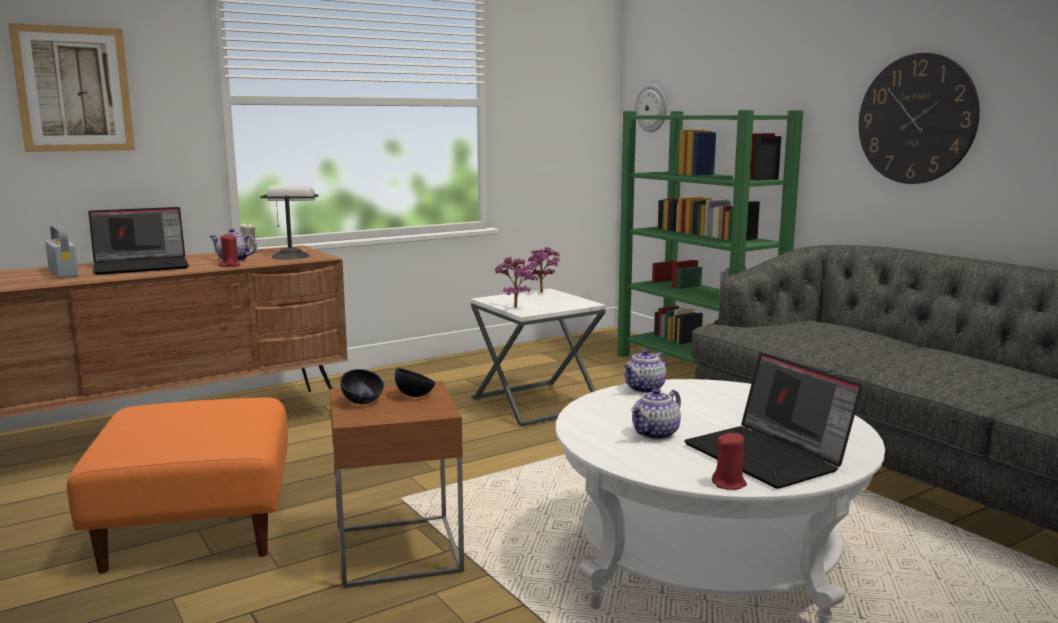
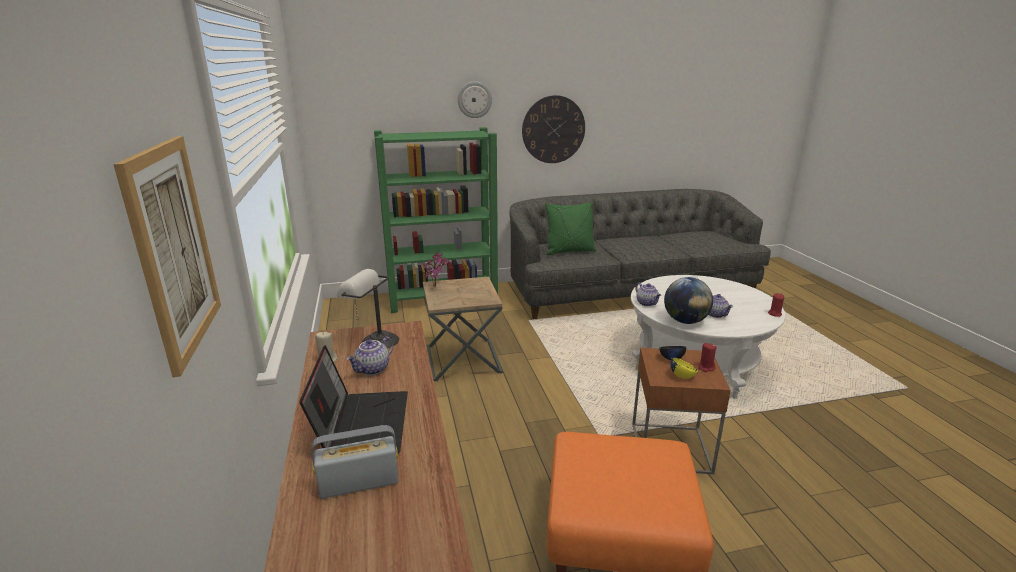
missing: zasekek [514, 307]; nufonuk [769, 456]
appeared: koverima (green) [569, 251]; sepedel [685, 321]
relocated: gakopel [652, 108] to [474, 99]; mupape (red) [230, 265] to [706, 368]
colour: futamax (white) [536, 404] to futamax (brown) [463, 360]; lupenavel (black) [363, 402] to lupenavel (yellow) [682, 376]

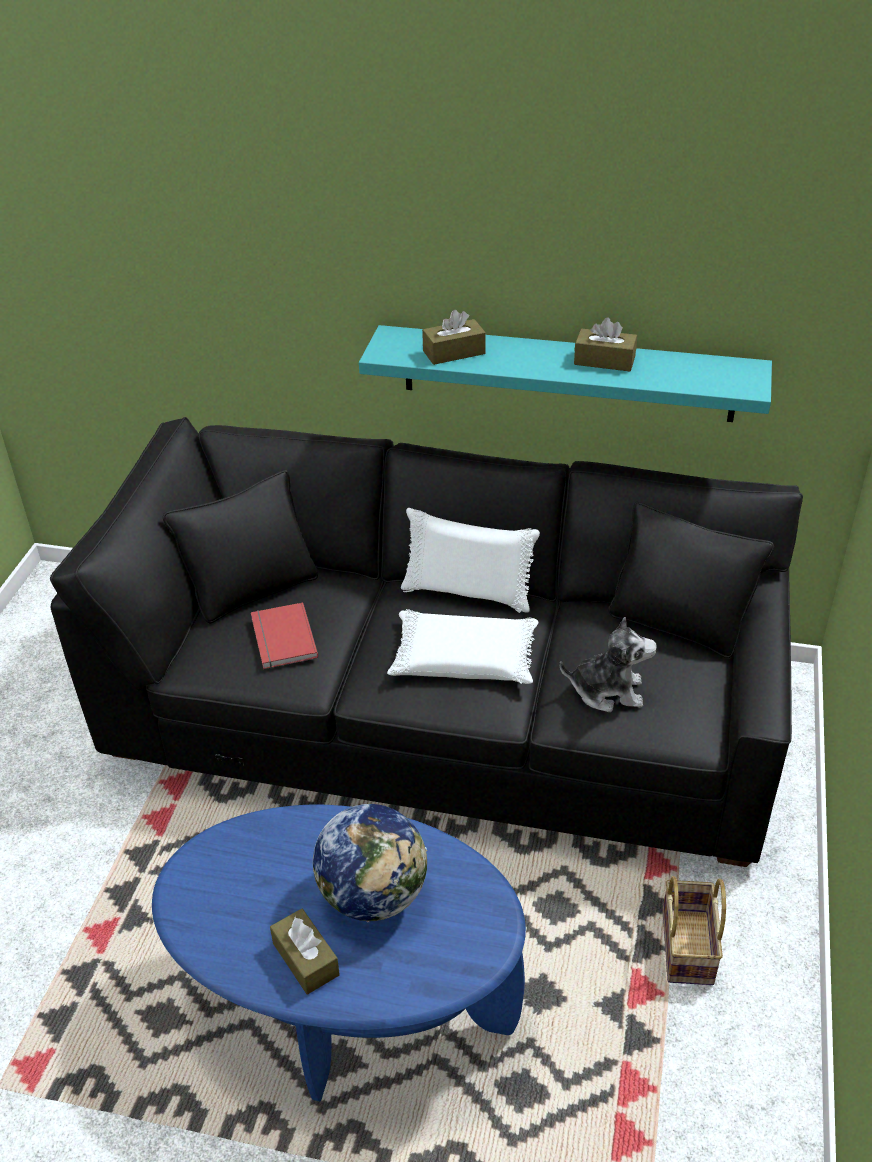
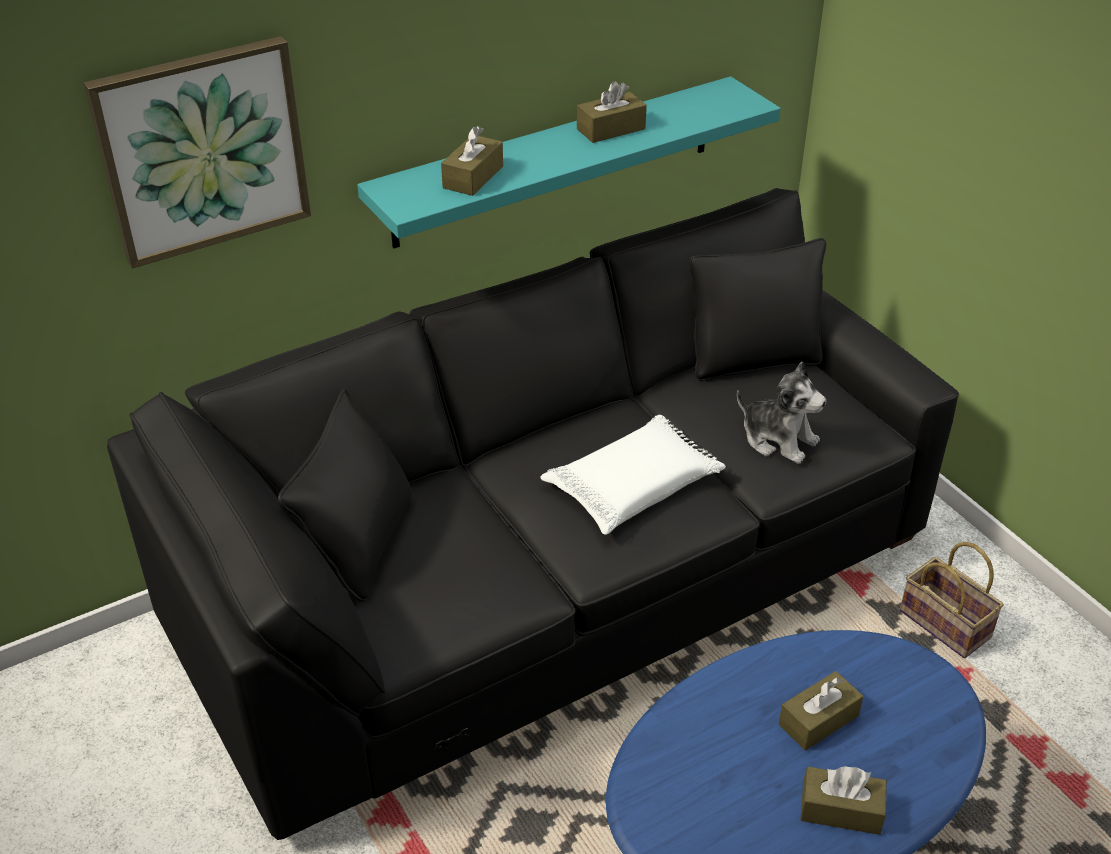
missing: koverima (white) [468, 592]; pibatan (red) [281, 639]
appeared: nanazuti [202, 150]
exchanged: sepedel [374, 895] to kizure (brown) [818, 720]
spun: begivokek [607, 691] = [778, 439] 75 degrees clockwise

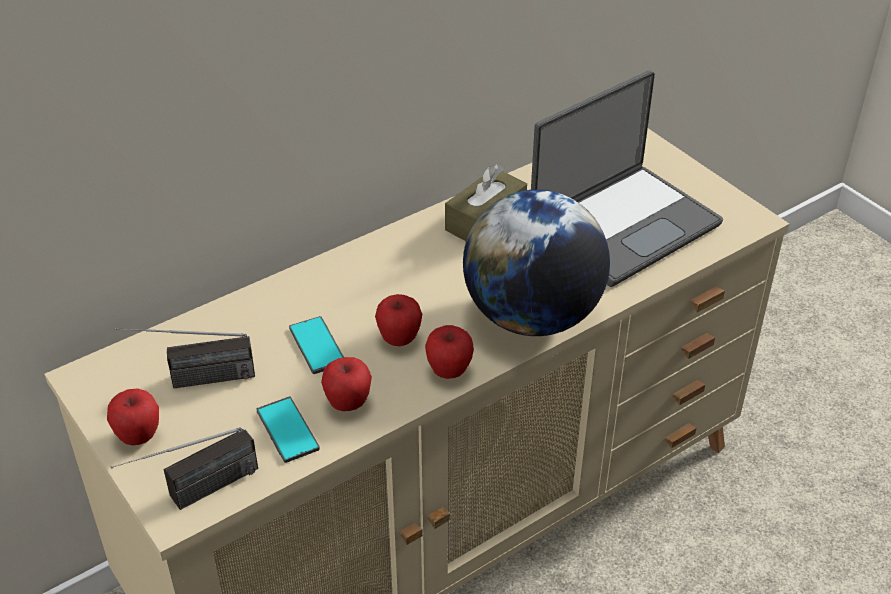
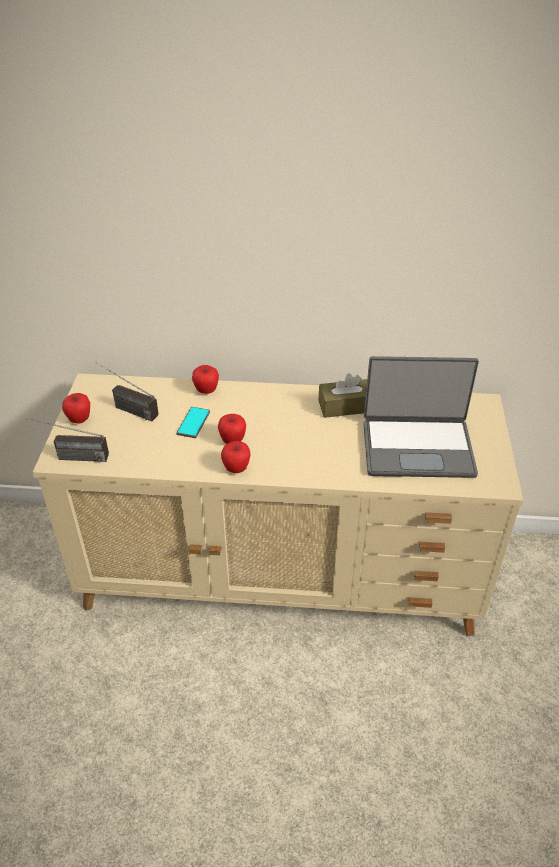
missing: sepedel [533, 316]; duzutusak [287, 430]
relocated: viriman [348, 403] to [206, 391]

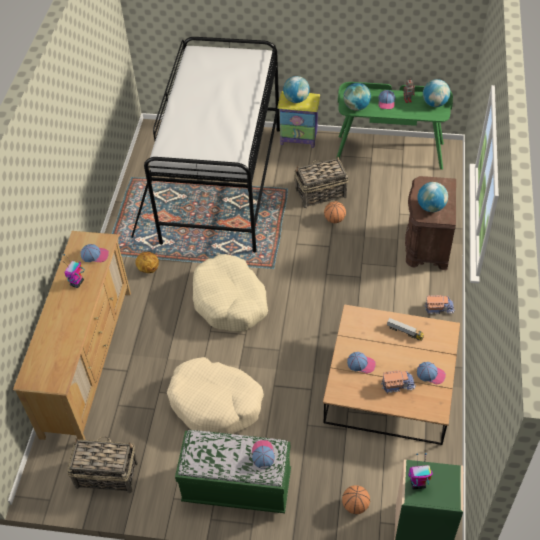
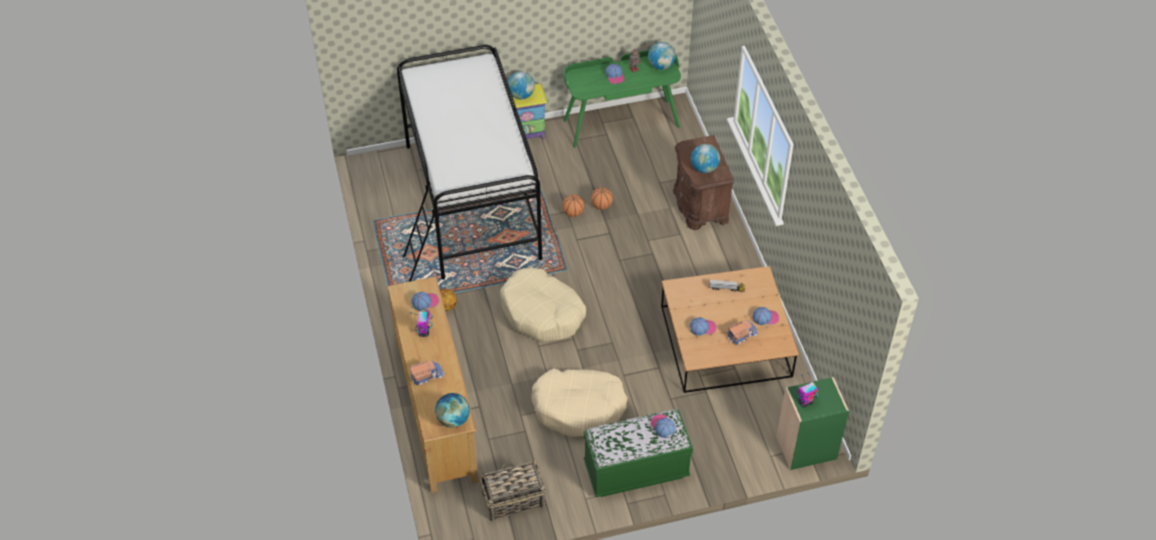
missing: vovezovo [320, 193]
relocated: sepedel [356, 107] to [453, 419]; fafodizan [439, 308] to [427, 375]; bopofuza [355, 505] to [573, 213]

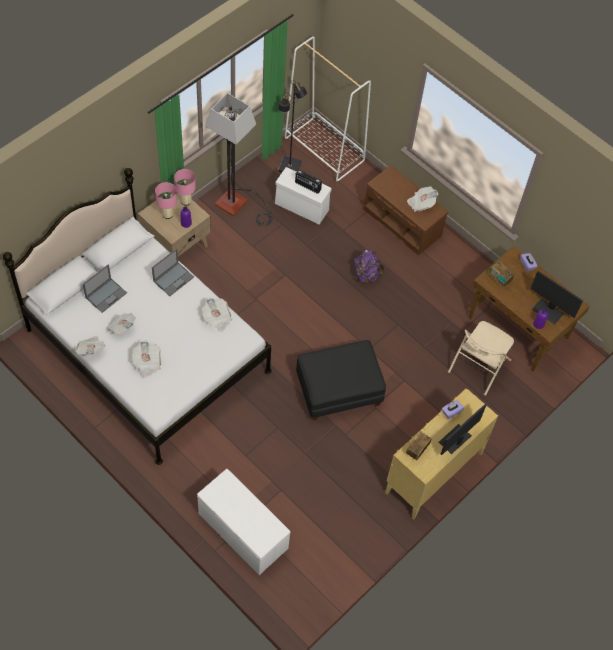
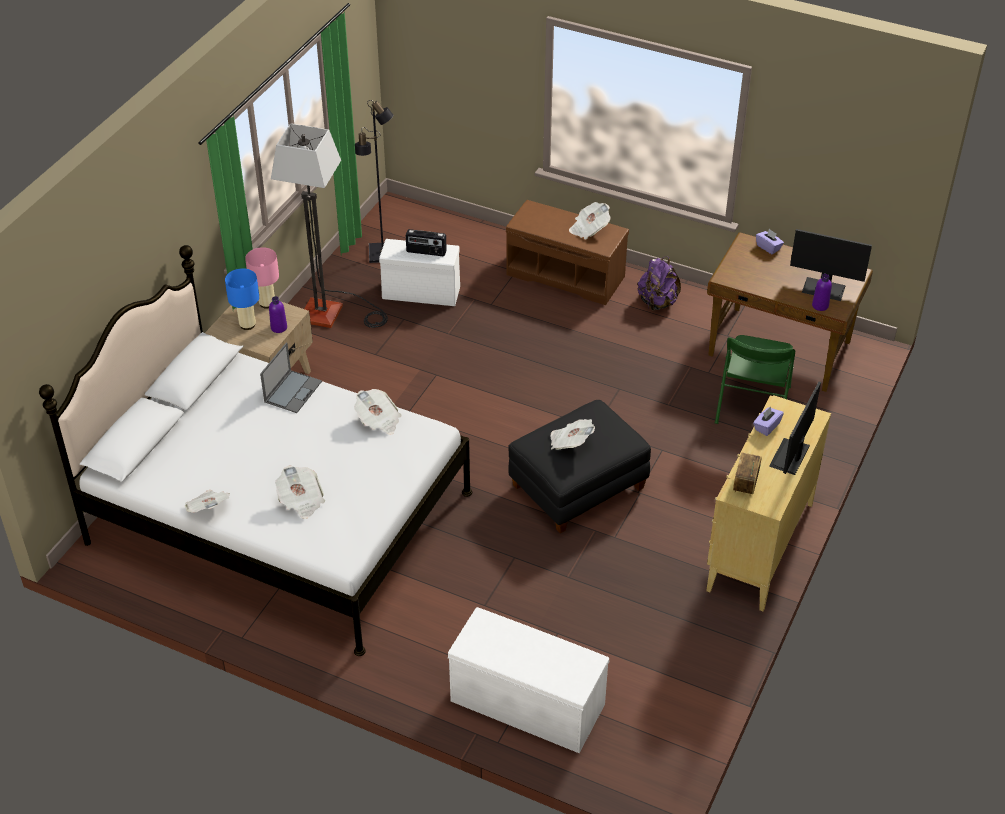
missing: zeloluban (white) [324, 150]; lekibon [499, 278]; nufonuk [106, 295]
relocated: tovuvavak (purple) [366, 275] to [657, 302]; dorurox [121, 326] to [570, 443]
colour: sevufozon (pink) [167, 214] to sevufozon (blue) [247, 325]; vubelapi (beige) [479, 366] to vubelapi (green) [752, 405]

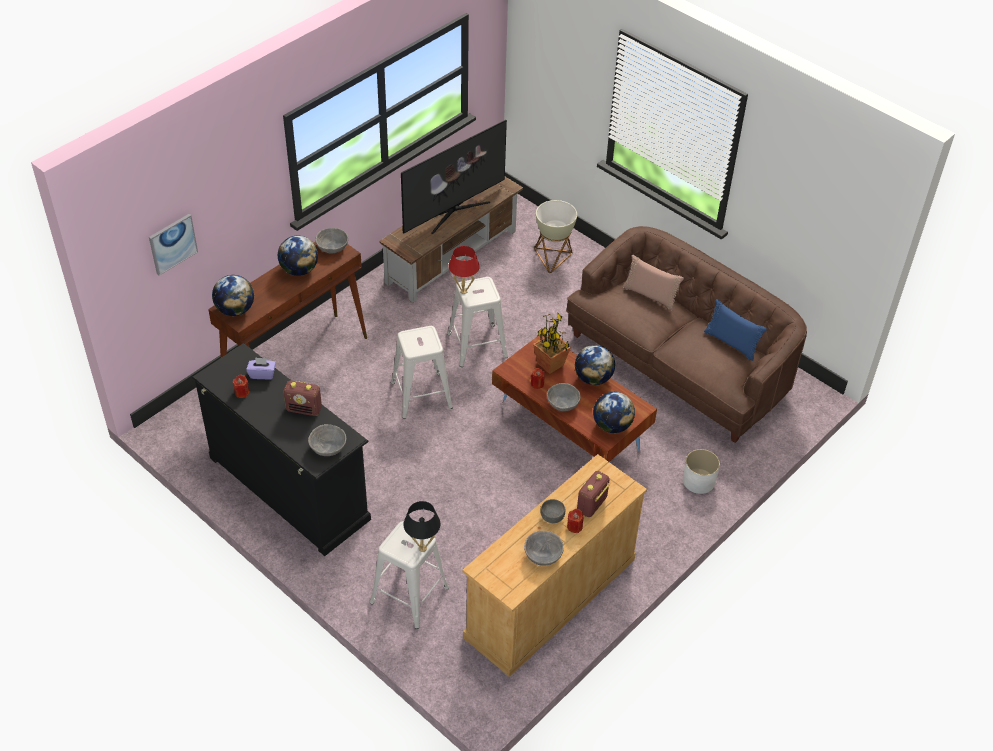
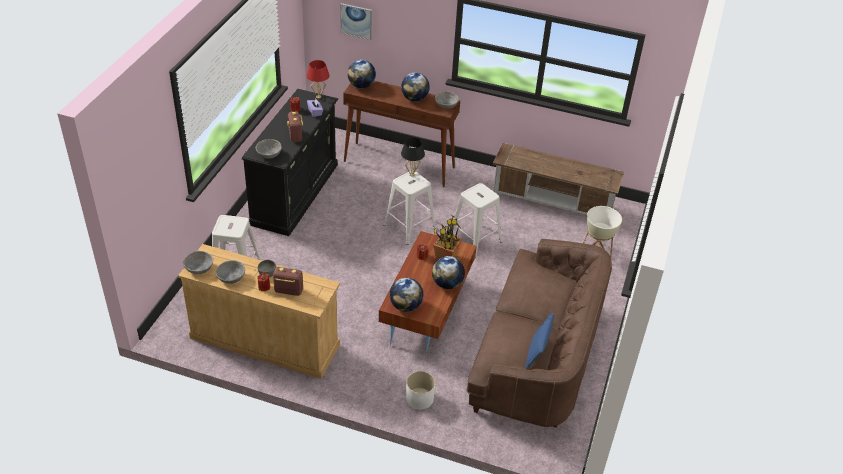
missing: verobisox [453, 211]; koverima (beige) [650, 295]
relocated: sevufozon (red) [463, 291] to [318, 96]; lupenavel (grey) [562, 403] to [199, 268]; sevufozon (black) [422, 548] to [411, 174]

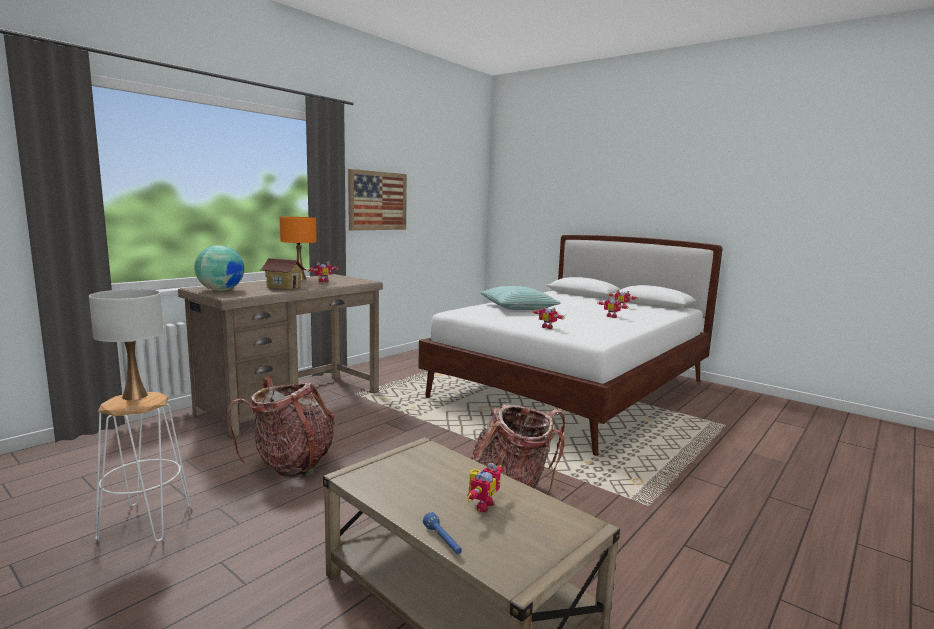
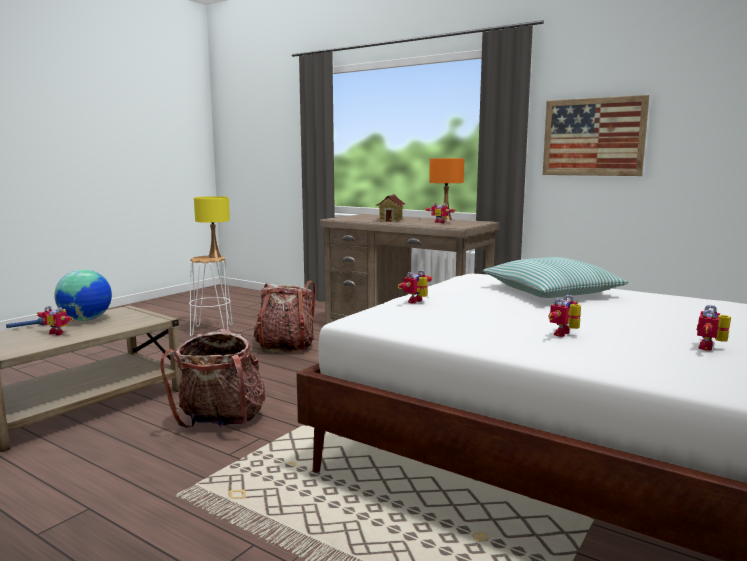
relocated: sepedel [220, 290] to [86, 319]
colour: sevufozon (white) [134, 396] to sevufozon (yellow) [214, 256]

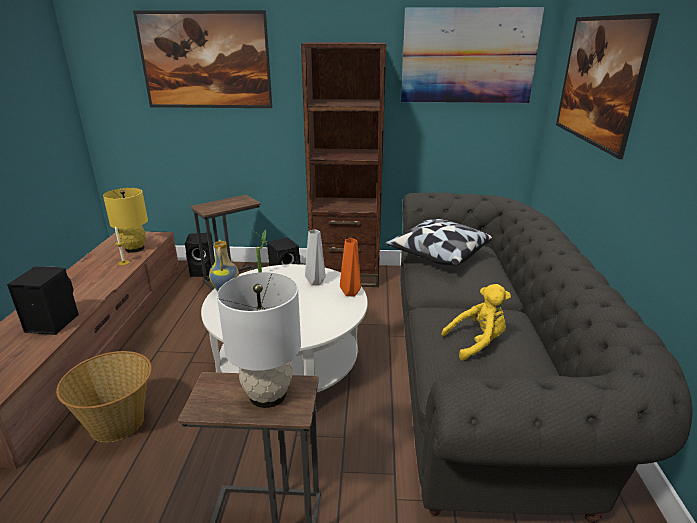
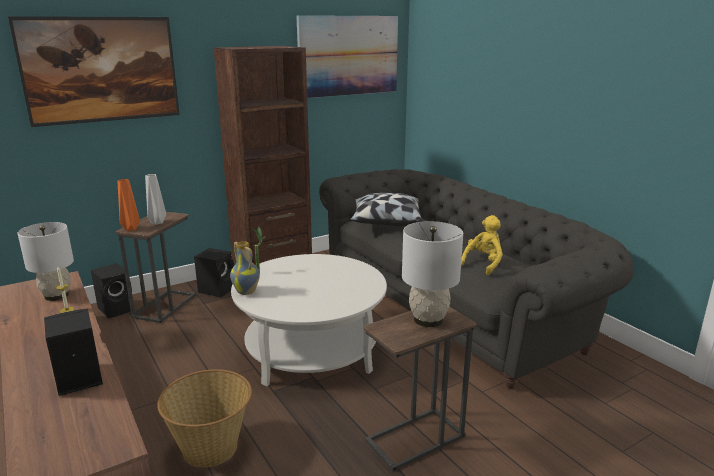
missing: nanazuti [592, 111]
relocated: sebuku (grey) [315, 283] to [157, 223]; sebuku (orange) [350, 294] to [131, 229]
colour: sevufozon (yellow) [135, 248] to sevufozon (white) [56, 295]

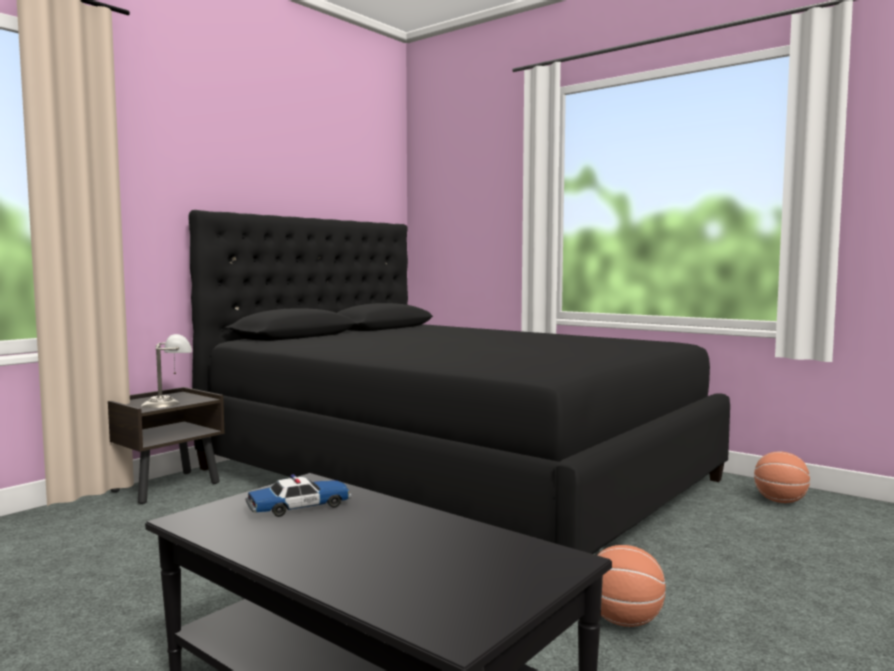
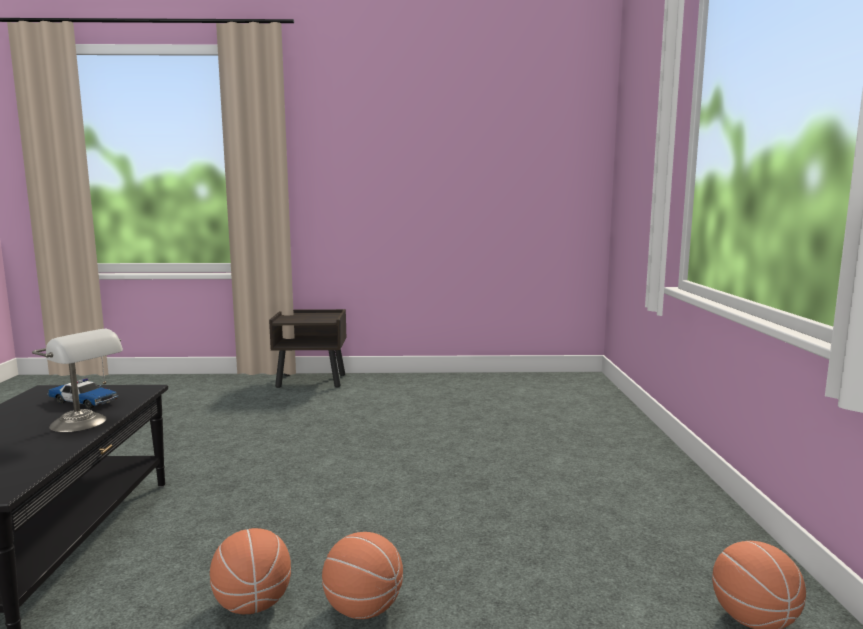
missing: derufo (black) [453, 474]
appeared: bopofuza [364, 609]
relocated: sevufozon (white) [169, 403] to [86, 424]

